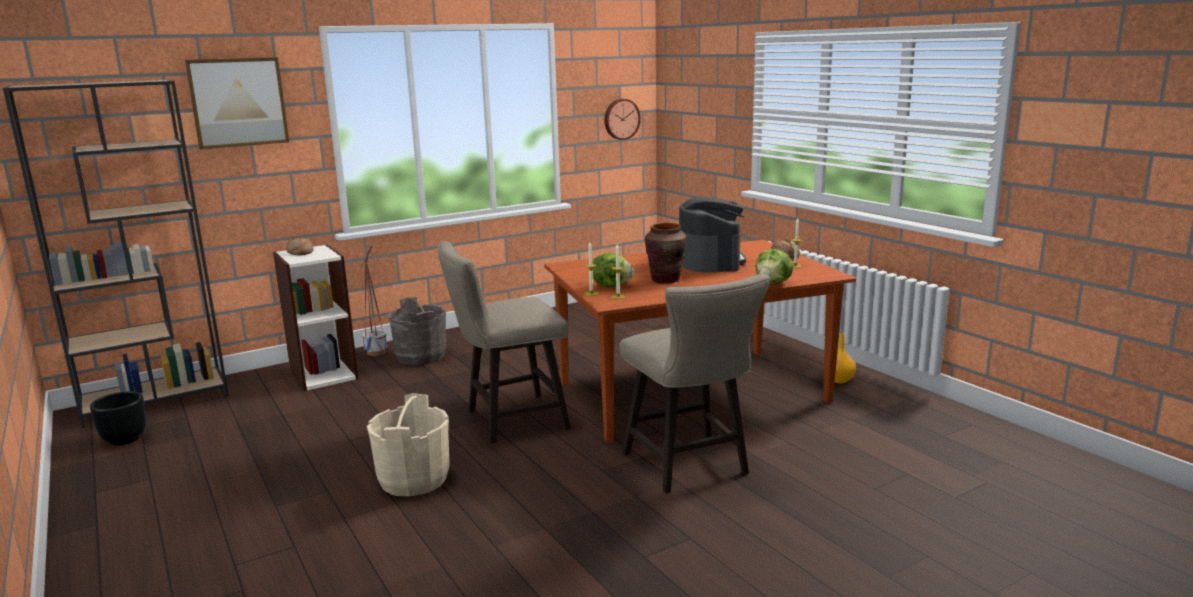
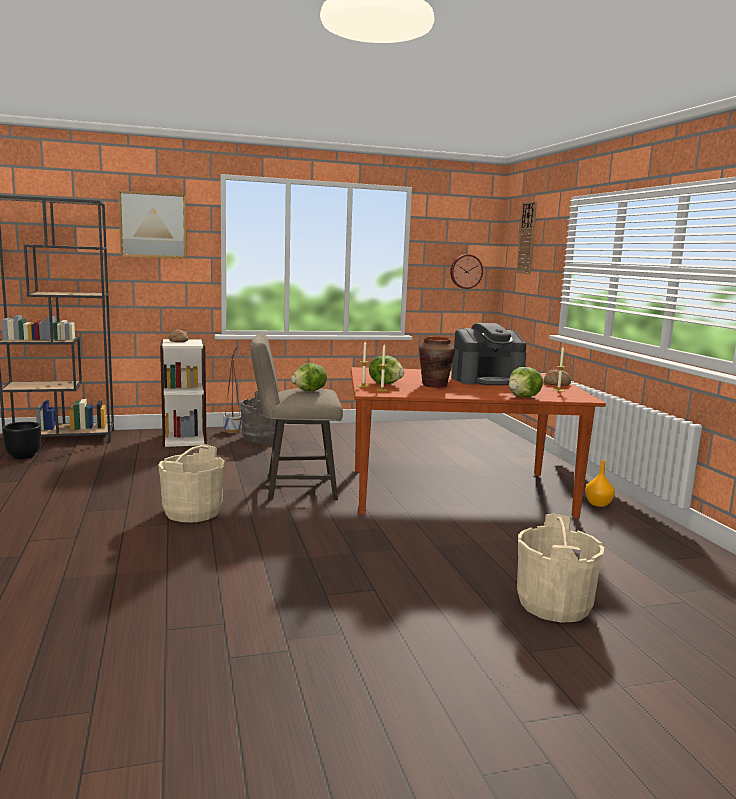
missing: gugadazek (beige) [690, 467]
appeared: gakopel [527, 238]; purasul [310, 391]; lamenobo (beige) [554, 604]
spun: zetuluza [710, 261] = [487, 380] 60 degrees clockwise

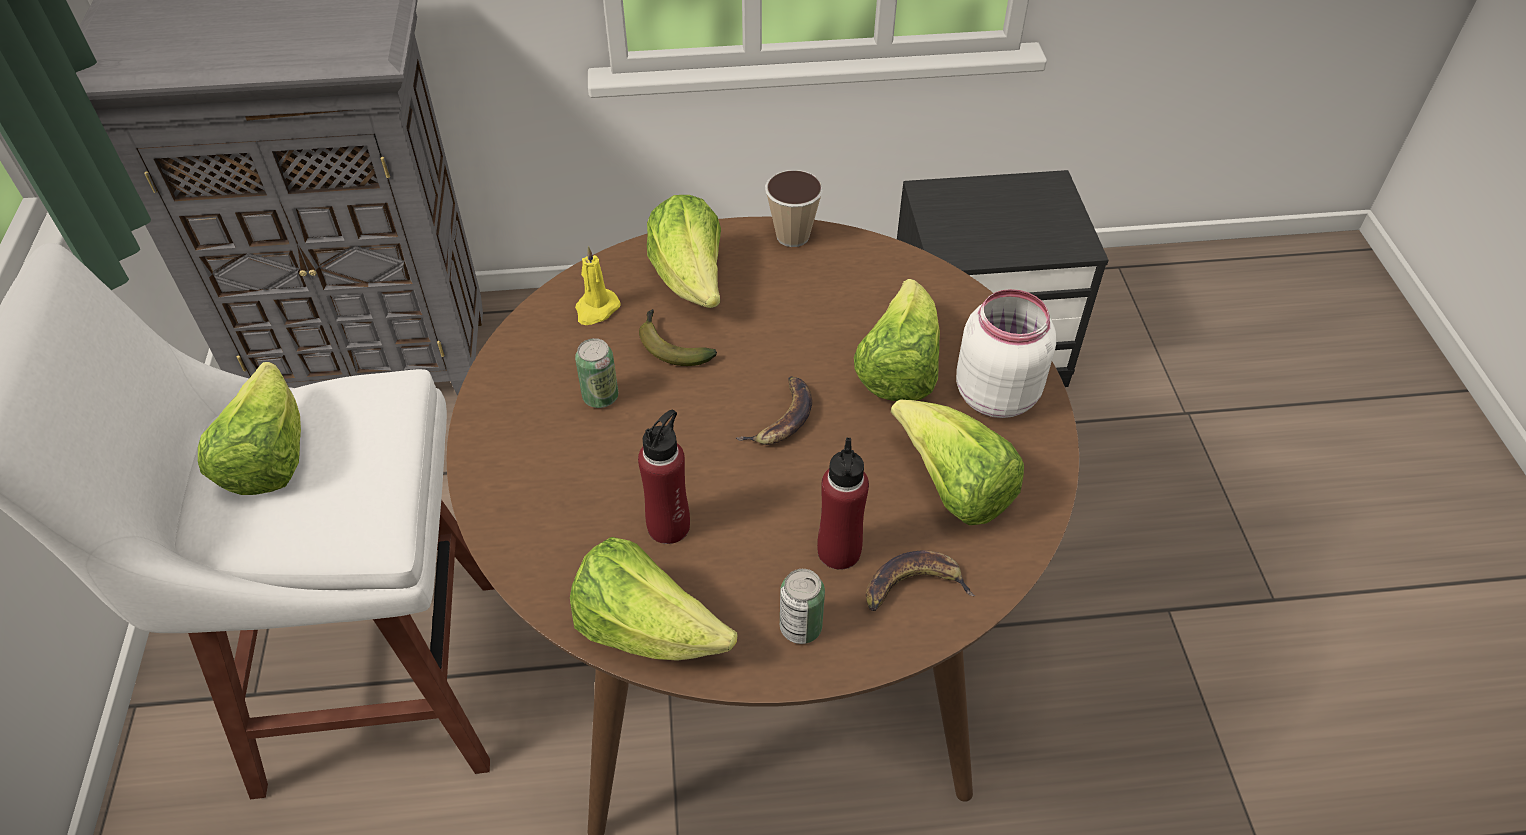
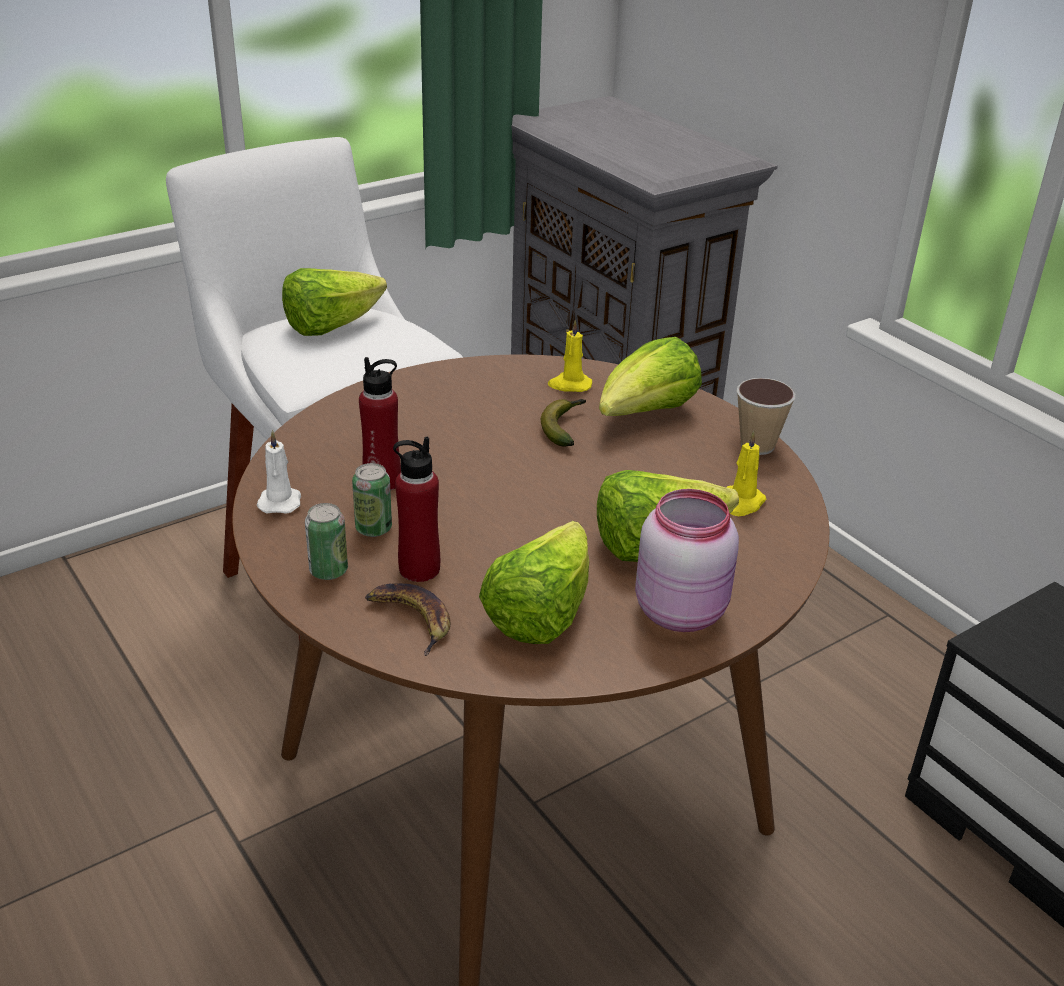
missing: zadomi [782, 417]
appeared: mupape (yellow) [741, 503]
relocated: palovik [600, 397] to [373, 528]
exchanged: purasul [647, 630] to mupape (white) [280, 501]
colour: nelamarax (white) [994, 393] to nelamarax (pink) [681, 610]

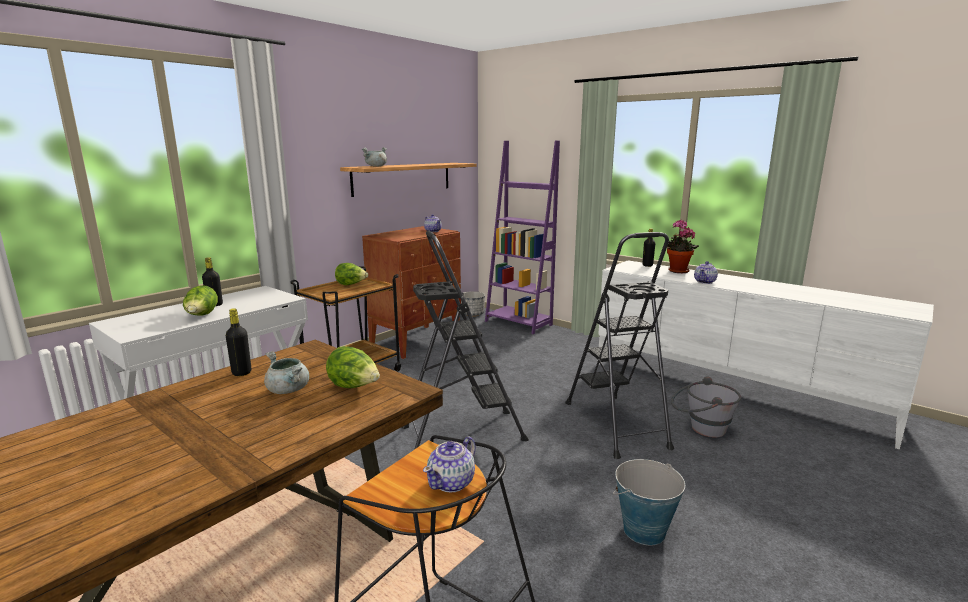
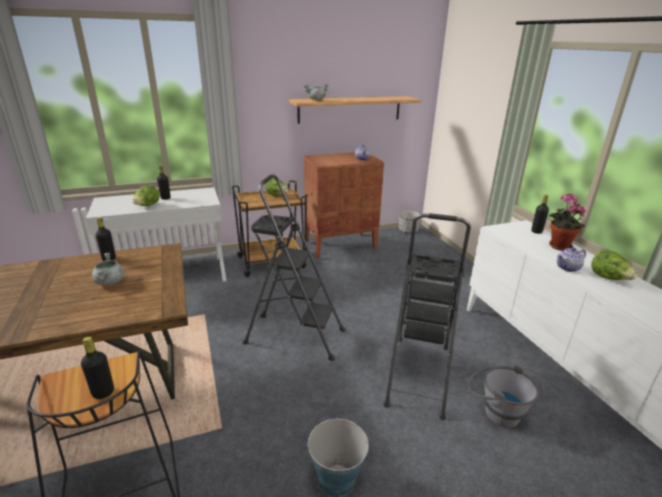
missing: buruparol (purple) [518, 323]
relocated: purasul [354, 387] to [608, 278]
exchanged: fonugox [452, 482] to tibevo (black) [103, 392]

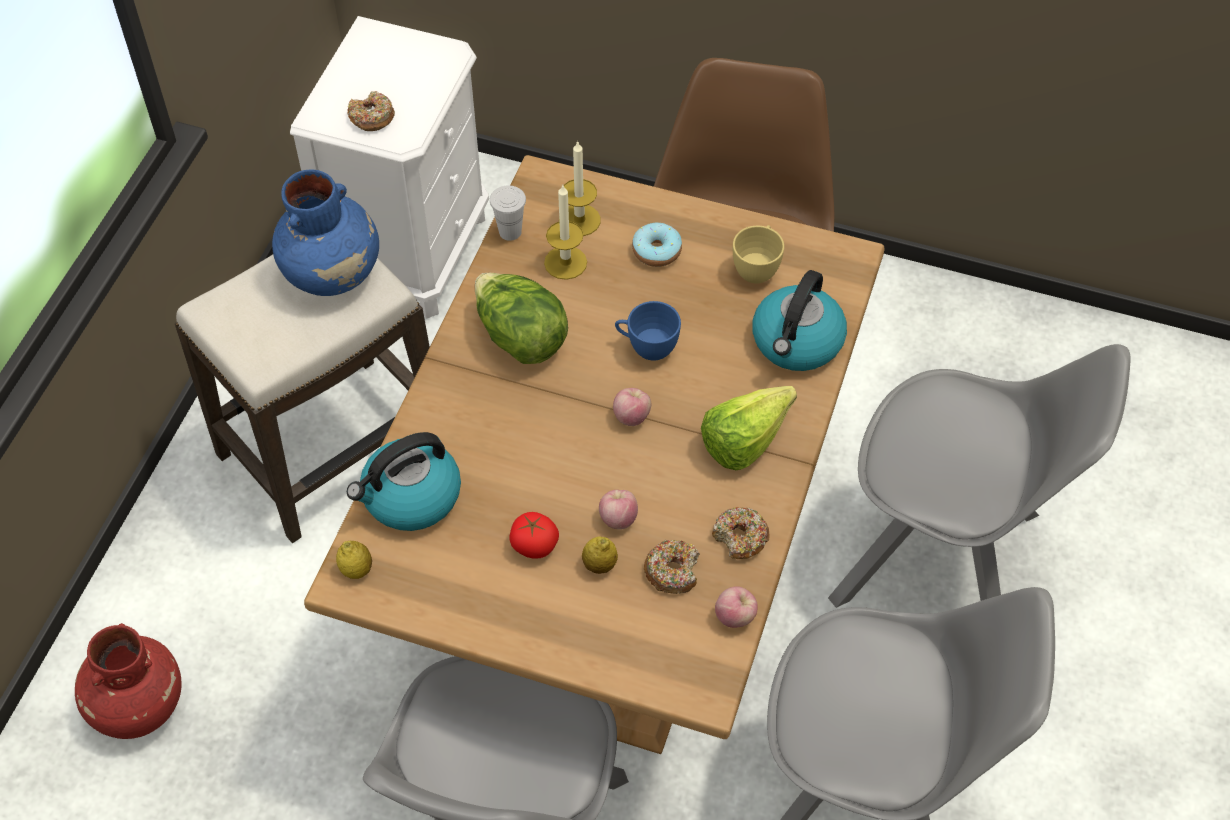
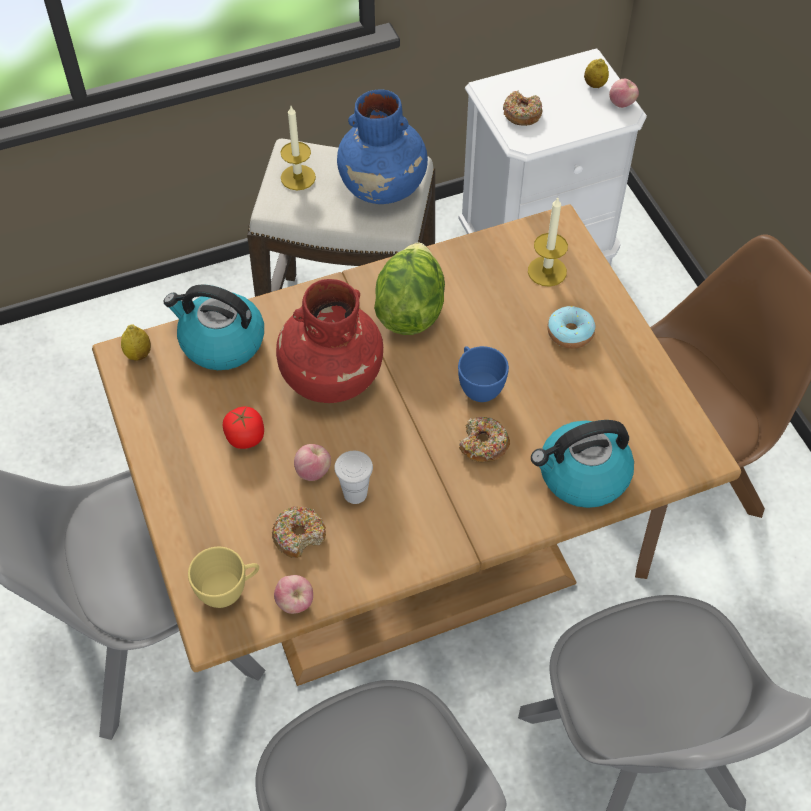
missing: purasul [753, 438]
relocated: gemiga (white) [510, 232] to [355, 493]; mupape [565, 262] to [298, 177]; gemiga (yellow) [757, 268] to [228, 590]; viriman [631, 416] to [622, 103]; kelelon [740, 538] to [483, 445]; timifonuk [599, 565] to [594, 85]; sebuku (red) [137, 705] to [330, 376]

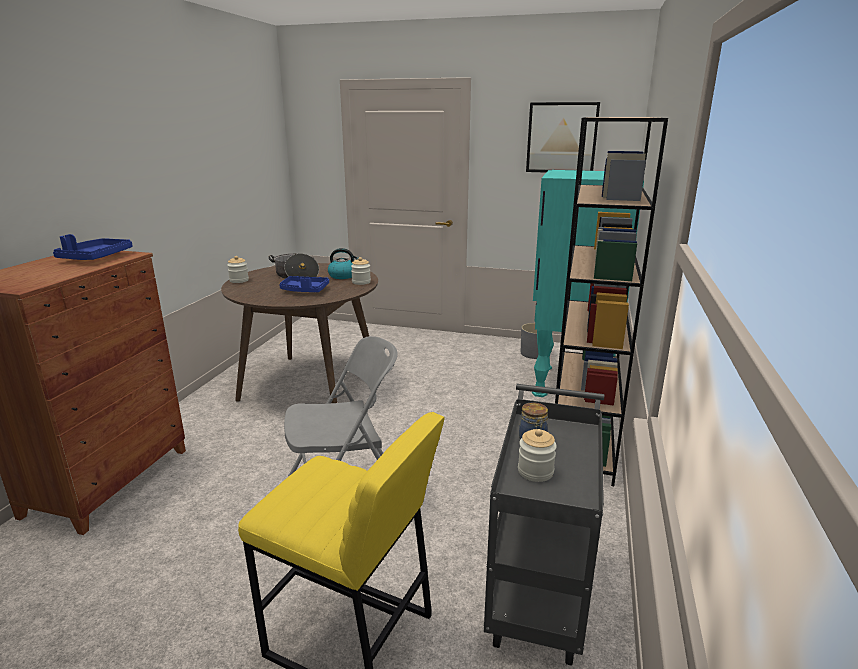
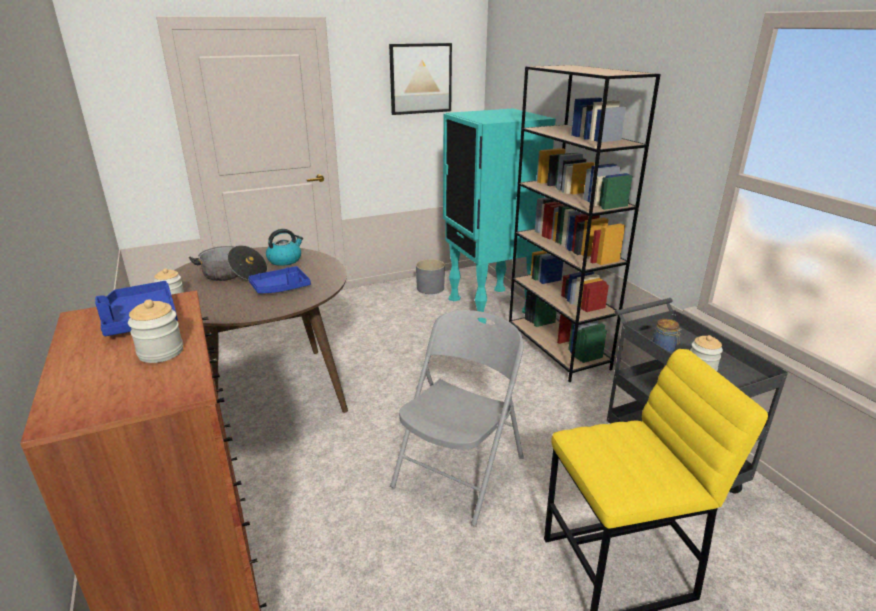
relocated: nelamarax [361, 282] to [161, 352]

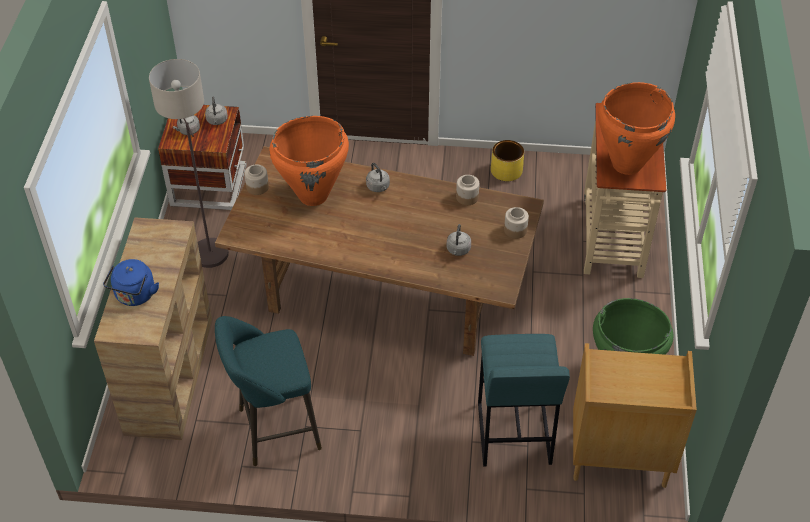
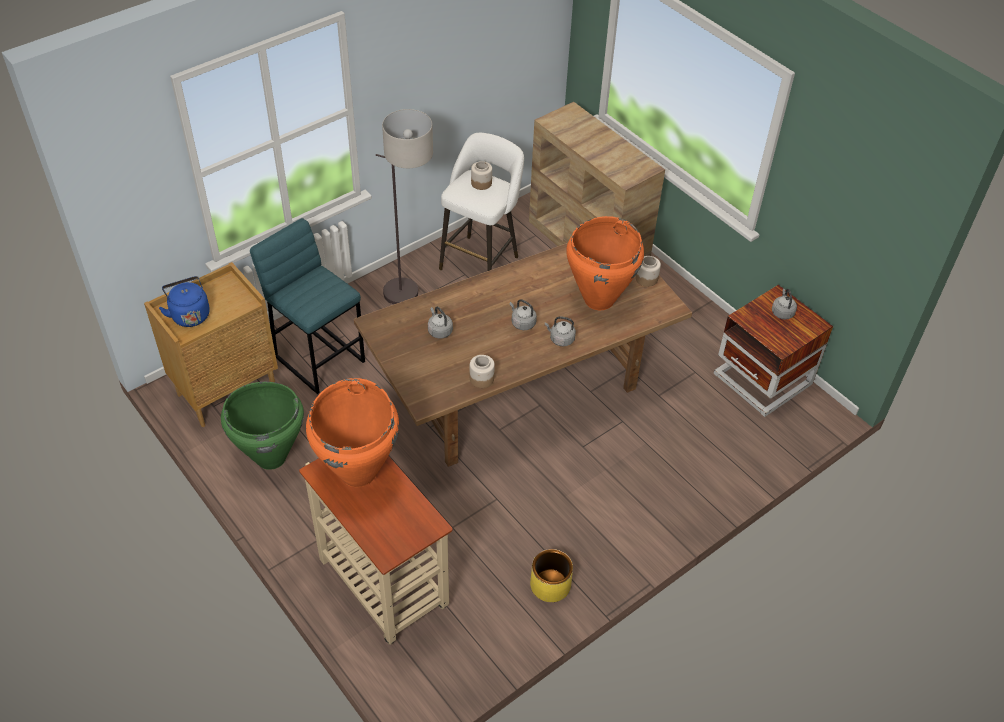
relocated: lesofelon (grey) [206, 246] to [410, 296]; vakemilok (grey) [217, 121] to [522, 323]; nelamarax [515, 230] to [481, 183]; vakemilok (blue) [134, 296] to [189, 314]
colour: gugadazek (turquoise) [274, 430] to gugadazek (white) [481, 260]

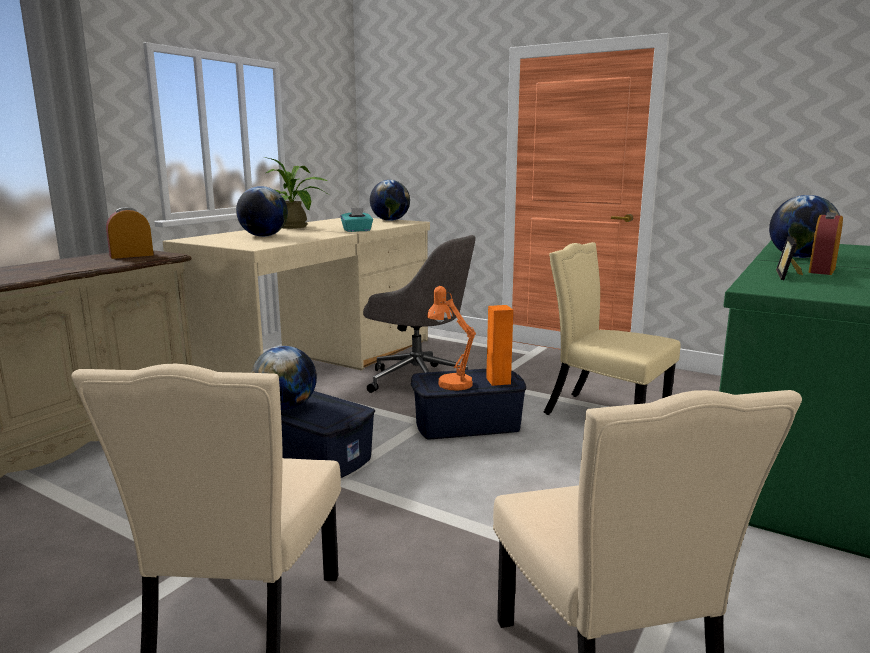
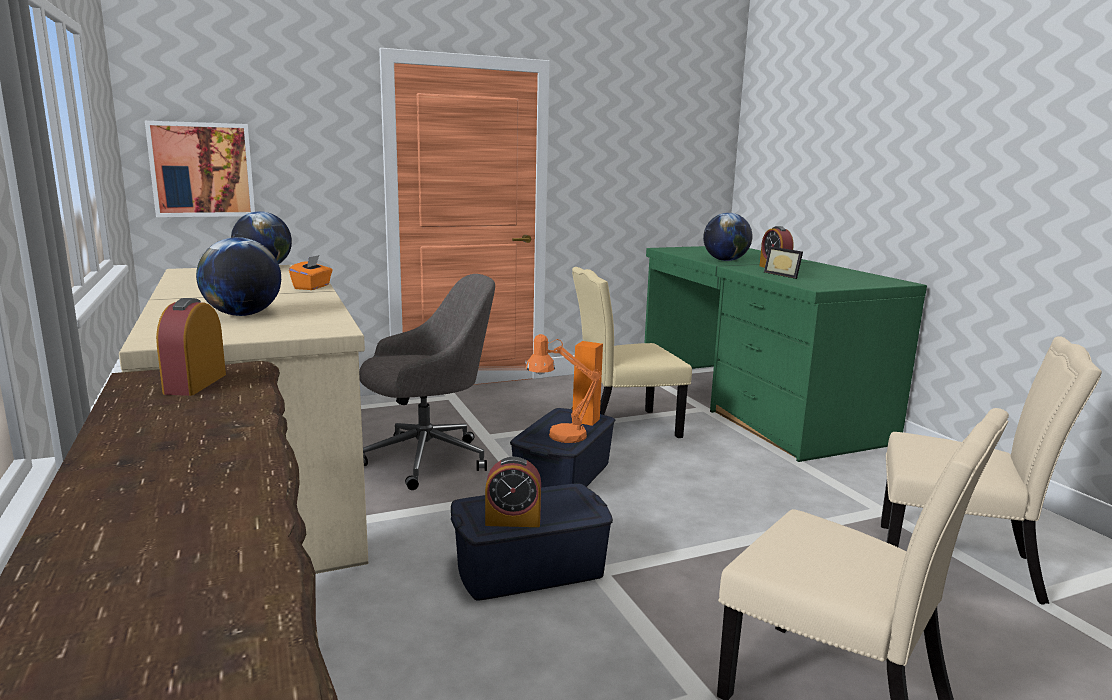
missing: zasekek [295, 227]
appeared: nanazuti [202, 170]
exchanged: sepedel [286, 407] to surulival [513, 520]
colour: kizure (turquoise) [357, 230] to kizure (orange) [312, 287]

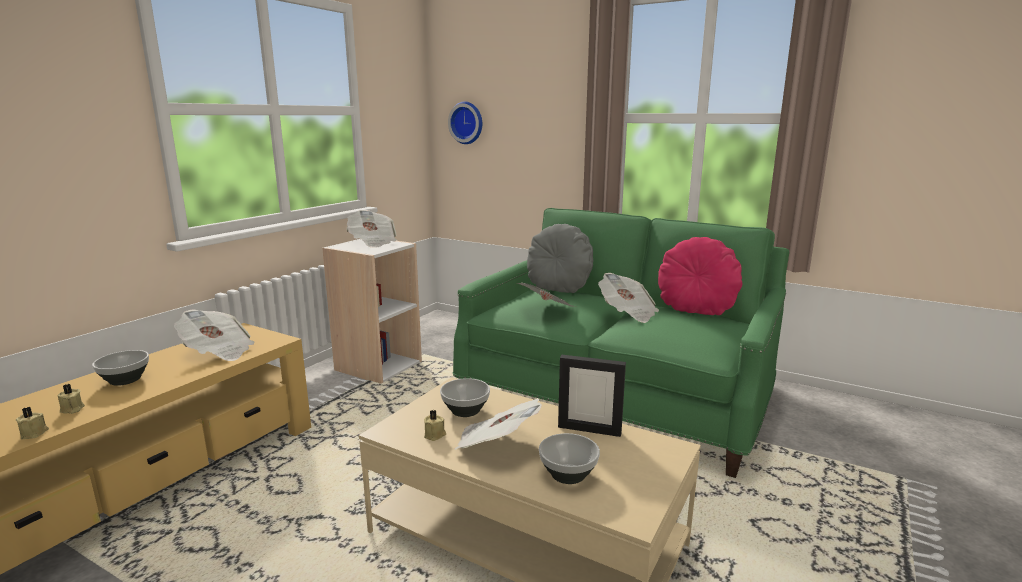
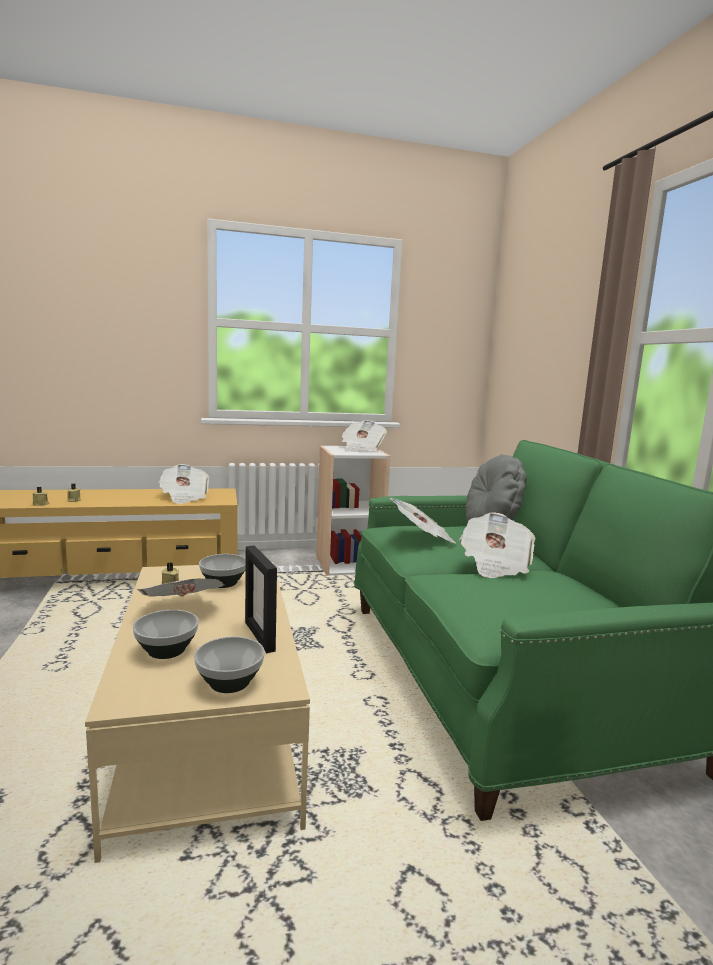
missing: gakopel [467, 123]; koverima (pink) [696, 311]
relocated: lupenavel [124, 380] to [228, 683]

